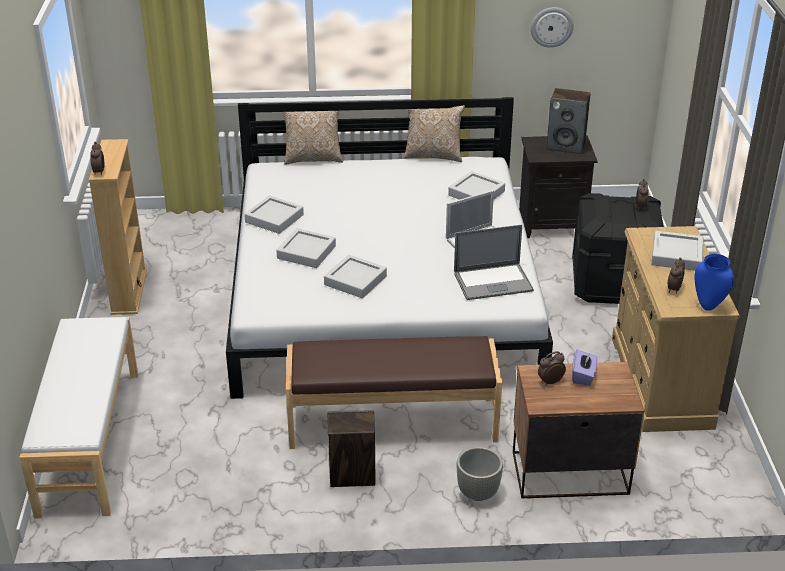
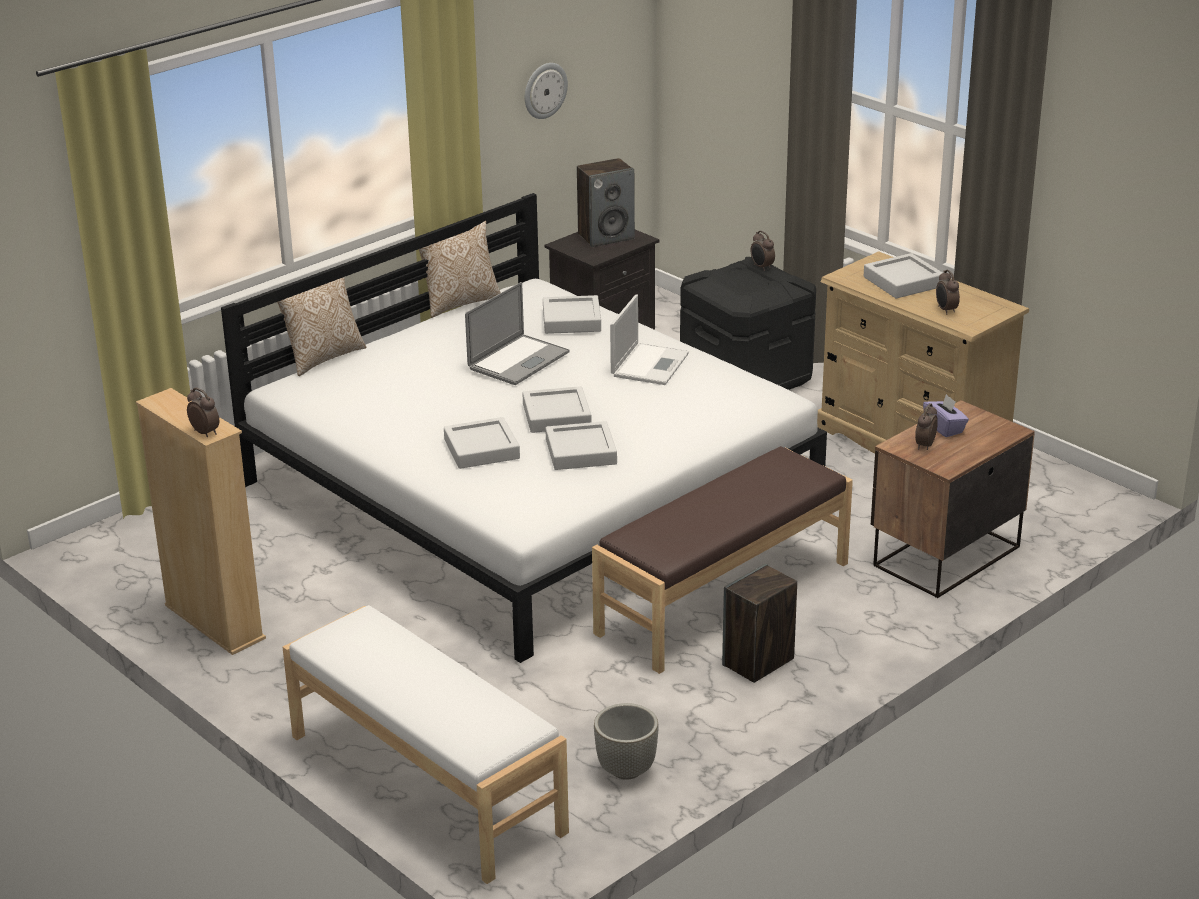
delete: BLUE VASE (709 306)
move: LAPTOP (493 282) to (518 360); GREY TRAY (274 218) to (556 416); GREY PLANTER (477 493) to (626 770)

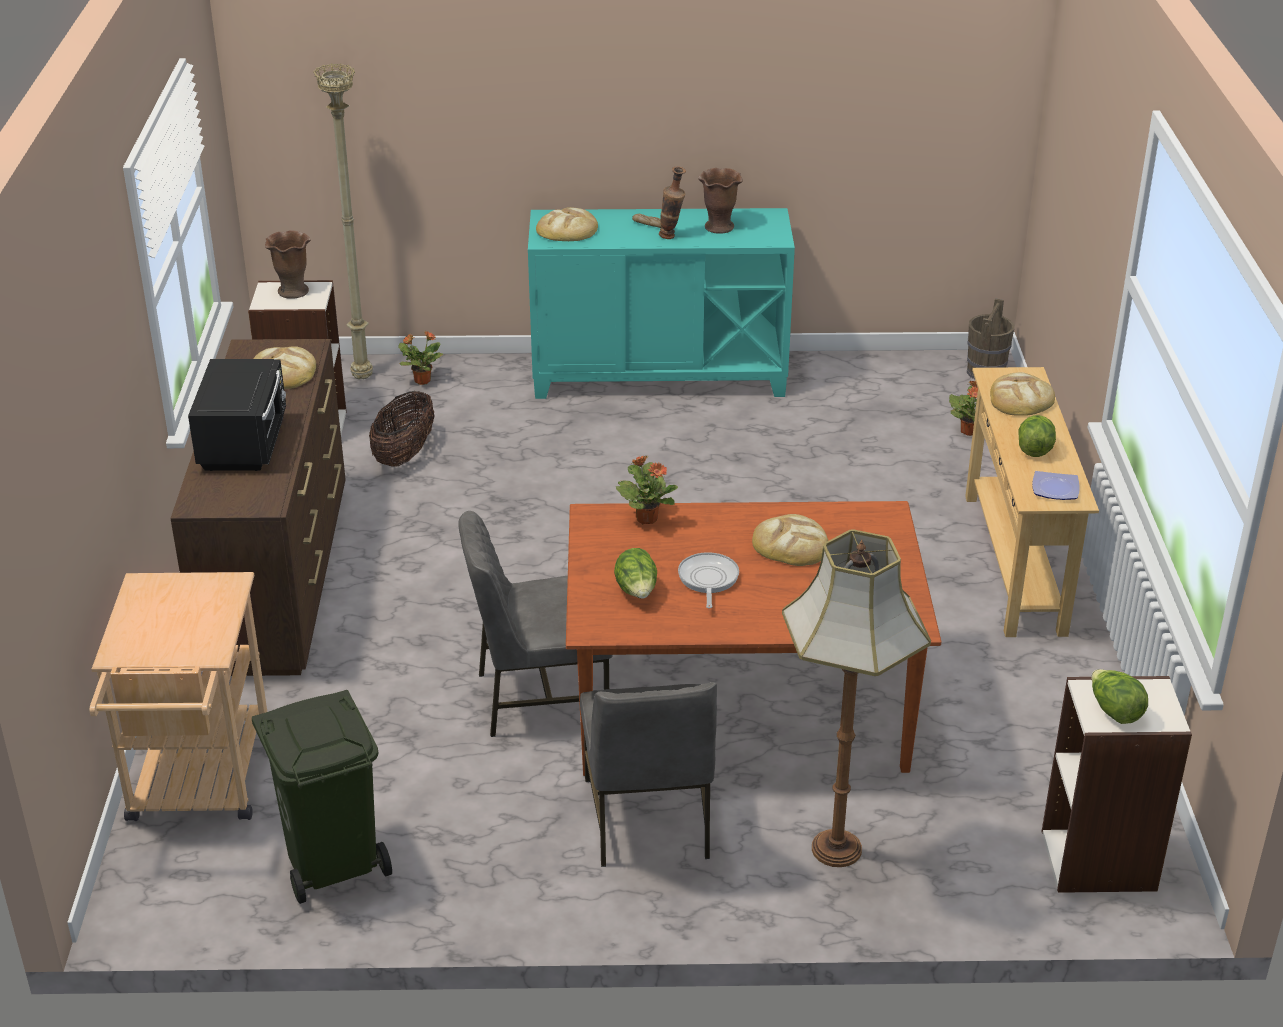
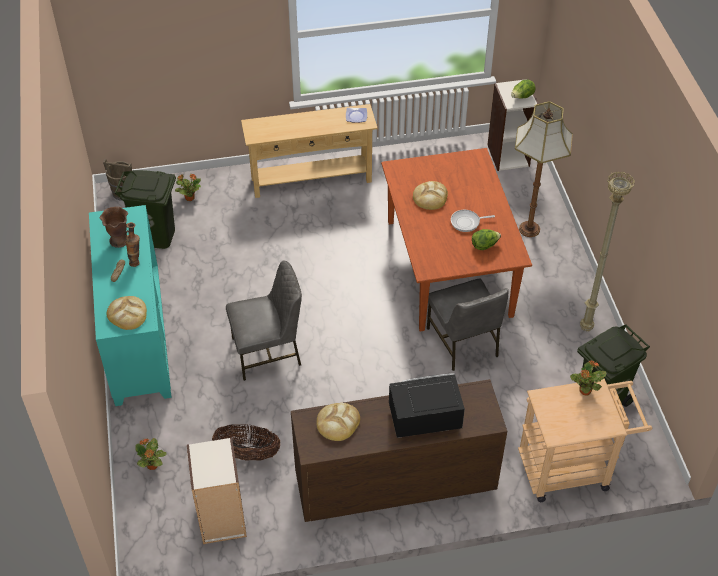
delete: BROWN VASE (293 291); BREAD (1020 399); LETTUCE (1034 449)
insert: GREEN TRASH CAN (155 236)
move: GREY CHAIR (648 819) to (268 352); POTTED PLANT (646 518) to (584 391); BEIGE FLOOR LAMP (364 378) to (585 327)

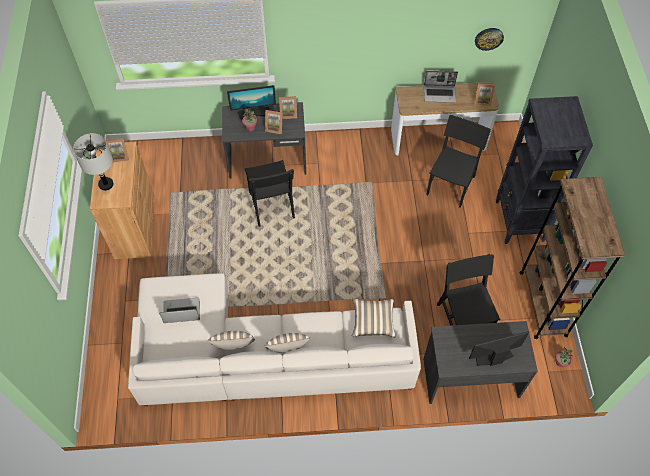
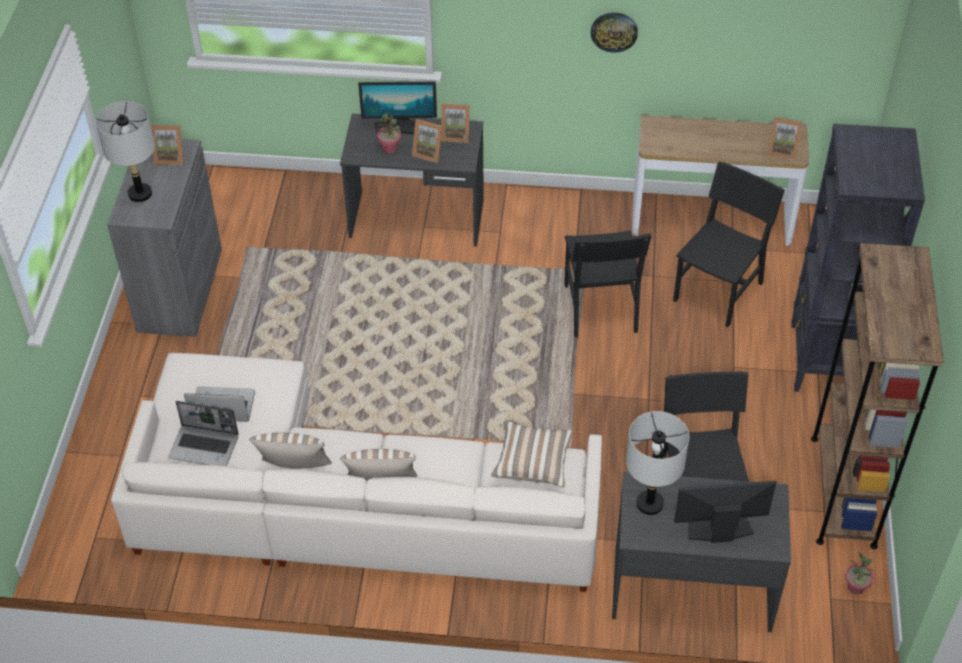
insert: GREY TABLE LAMP (649 504)
move: LAPTOP (440 94) to (205 446); BLACK CHAIR (271 205) to (600 308); WALL CLOCK (489 38) to (614 31)
recolor: BROWN CABINET (135 227) to GREY CABINET (180 290)

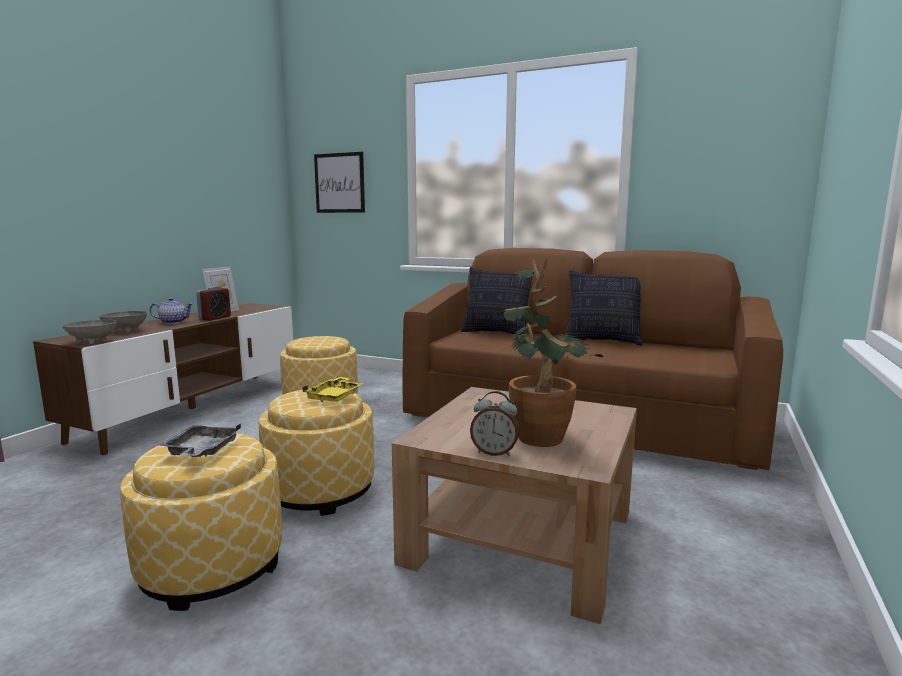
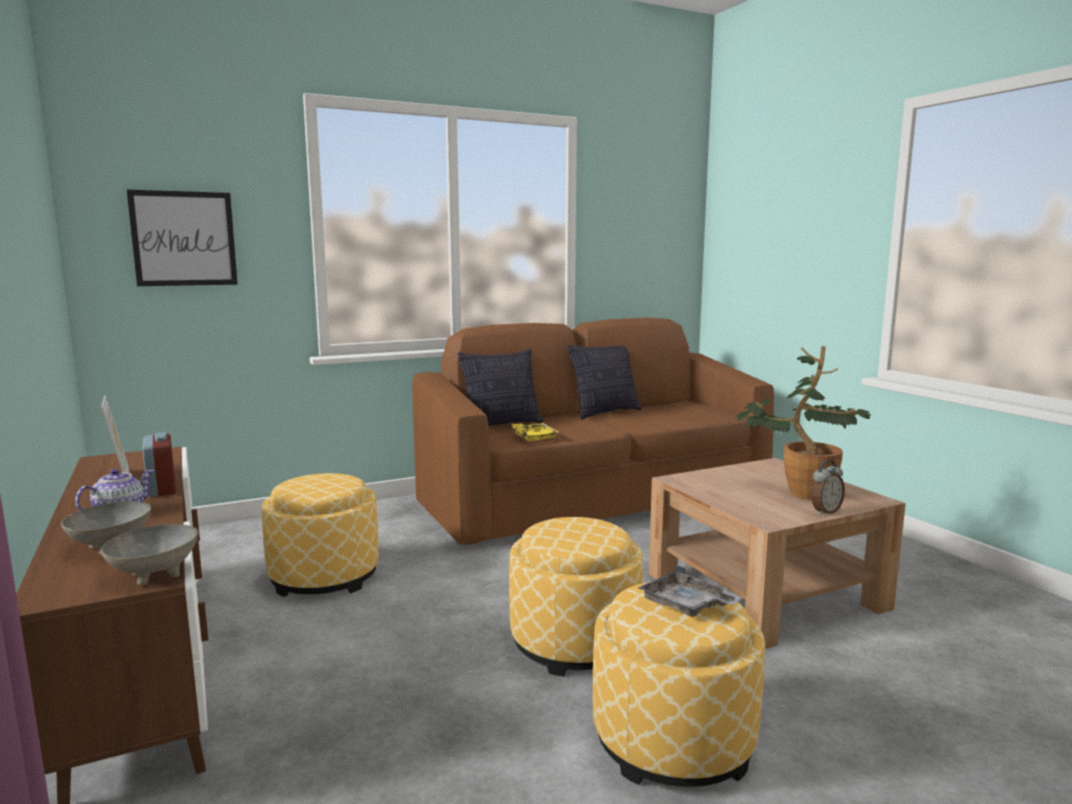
move: YELLOW TRAY (335 397) to (533 438)

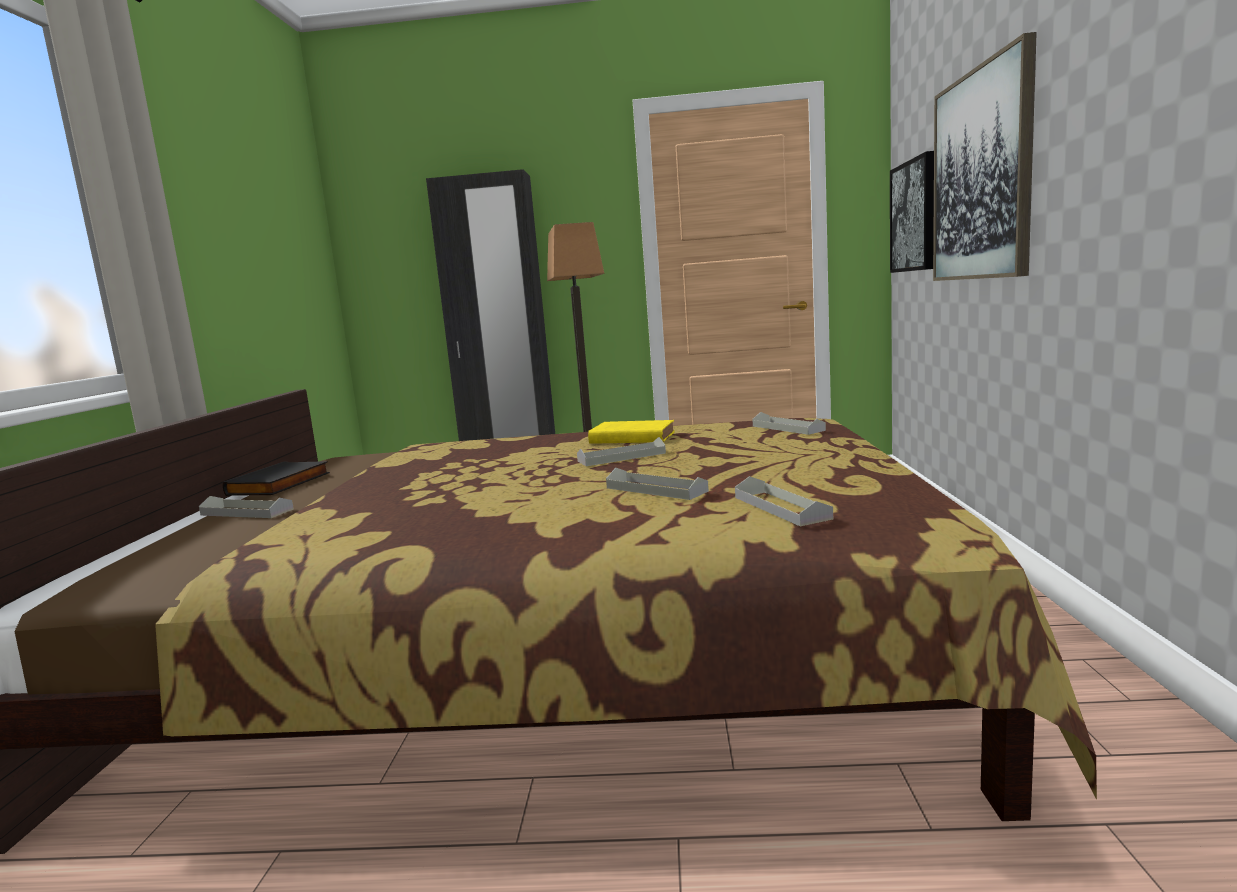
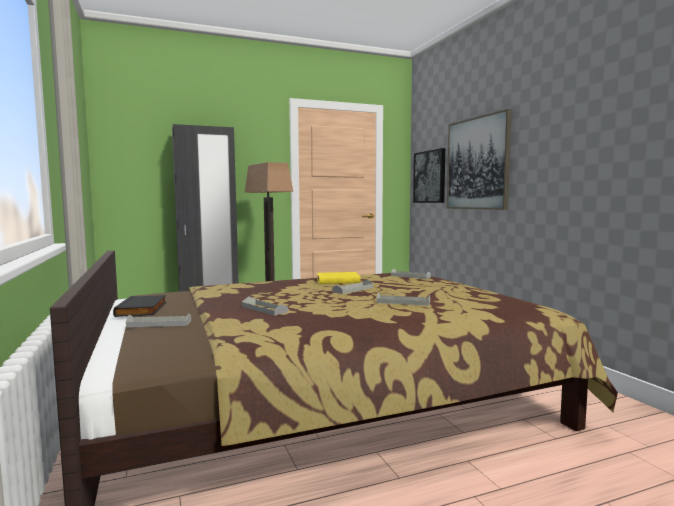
move: GREY TRAY (781 507) to (264 309)

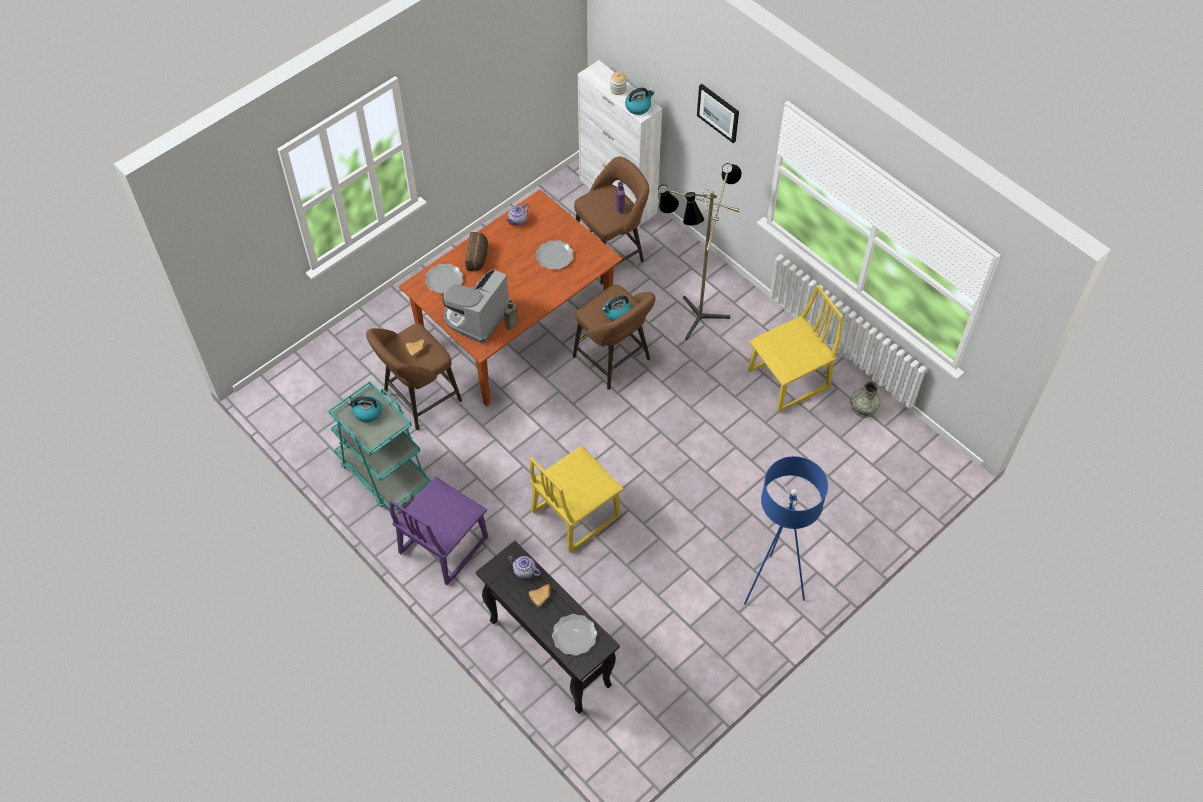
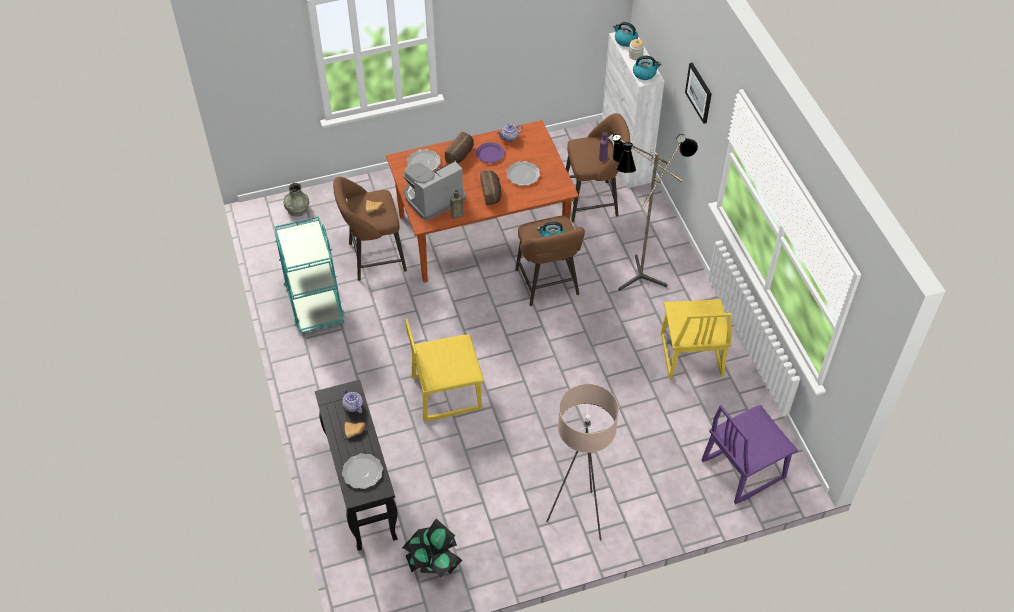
insert: POTTED PLANT (433 561); PURPLE PLATE (490 154); BREAD (491 192)
move: GREY VASE (863 407) to (297 208); KETTLE (367 412) to (625 40); PURPLE CHAIR (443 545) to (742 468)
recolor: BLUE FLOOR LAMP (772 586) to BEIGE FLOOR LAMP (579 517)
rotate: YELLOW CHAIR (789 380) = (690 355) 90 degrees clockwise

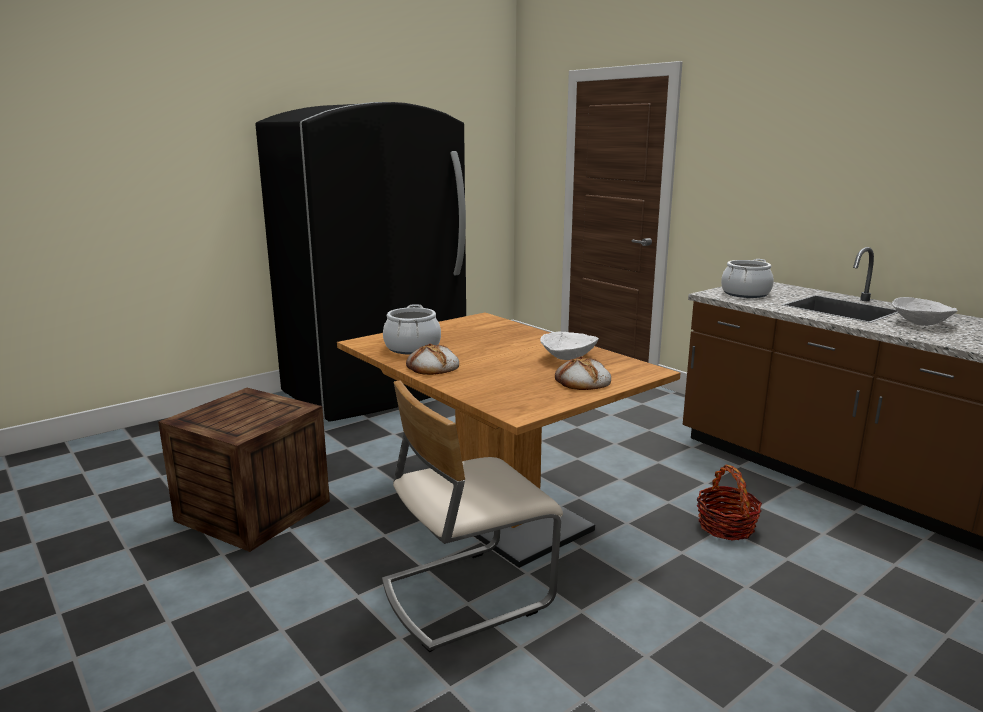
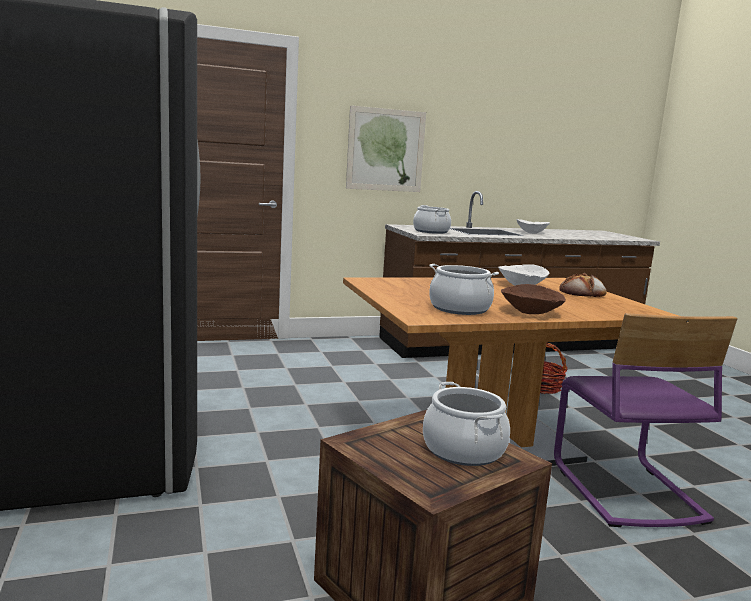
insert: PICTURE (385 150); COOKING POT (464 450)
replace: BREAD (432 367) to BROWN BOWL (530 312)
recolor: BEIGE CHAIR (465 593) to PURPLE CHAIR (625 491)

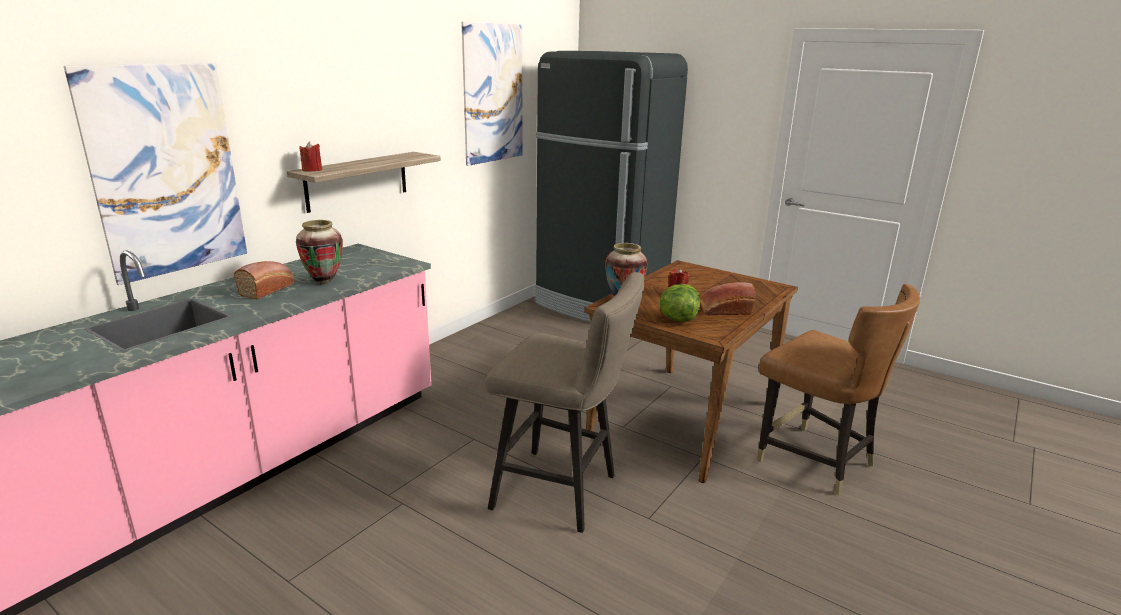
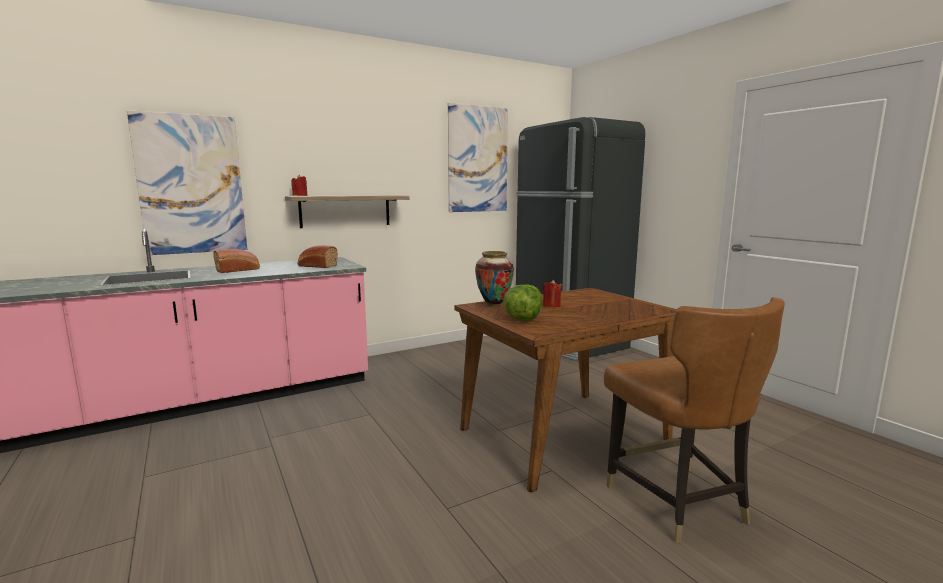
delete: VASE (324 281); BEIGE STOOL (563 493)
move: BREAD (723 311) to (316 266)

